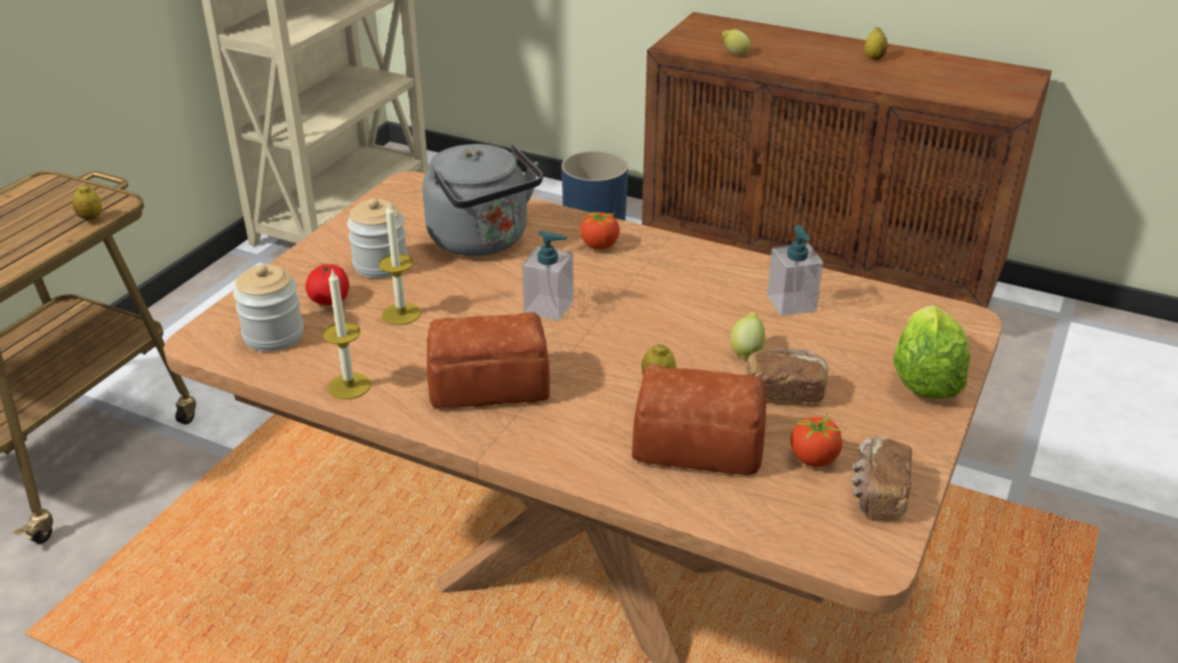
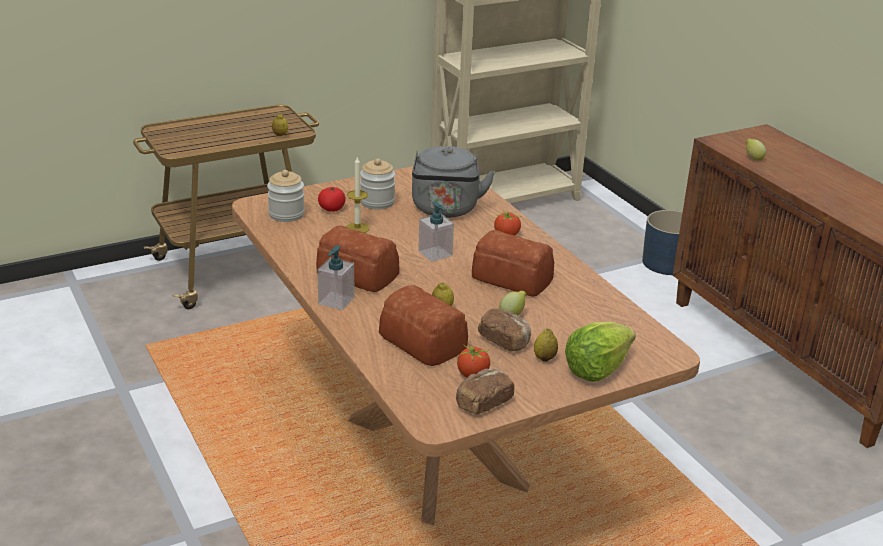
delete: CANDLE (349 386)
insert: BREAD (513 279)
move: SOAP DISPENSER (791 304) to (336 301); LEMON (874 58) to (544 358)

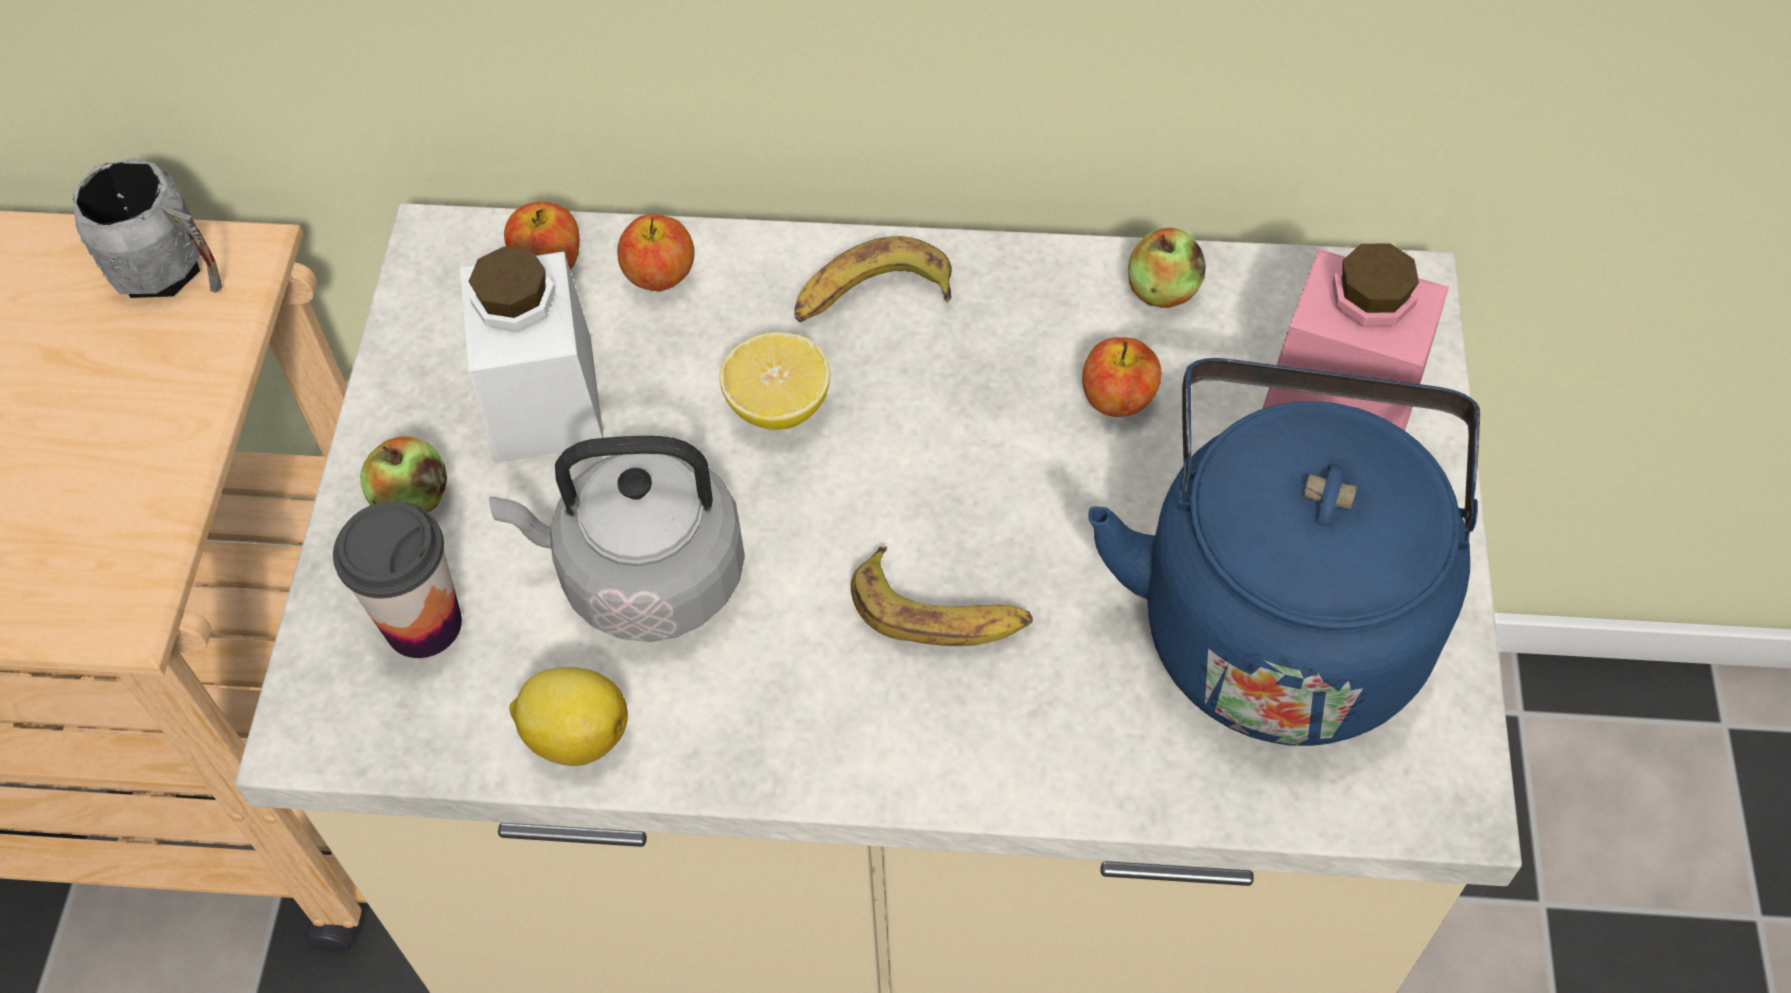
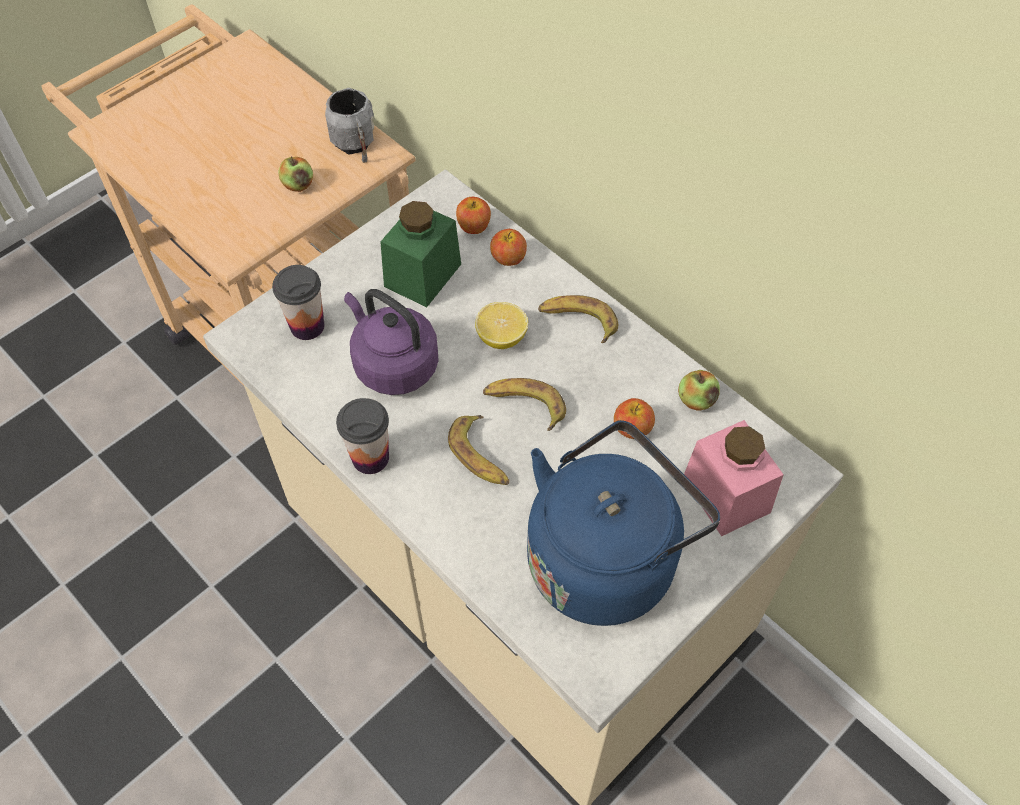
delete: LEMON (575 734)
insert: CUP (370 458); BANANA (524 405)
move: APPLE (412 499) to (298 185)
recolor: GREY KETTLE (643 576) to PURPLE KETTLE (393 364); WHITE JAR (543 398) to GREEN JAR (423 275)

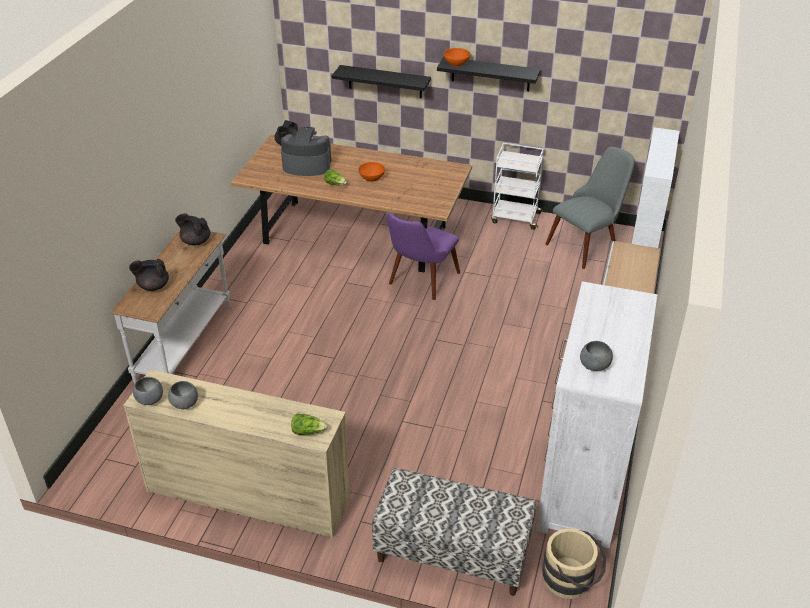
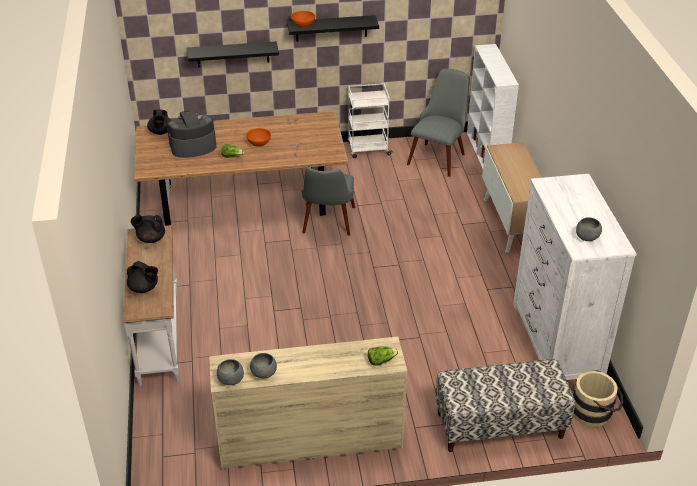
recolor: PURPLE CHAIR (419 283) to GREY CHAIR (327 225)
rotate: BLACK TEAPOT (153 286) = (144 288) 120 degrees counterclockwise

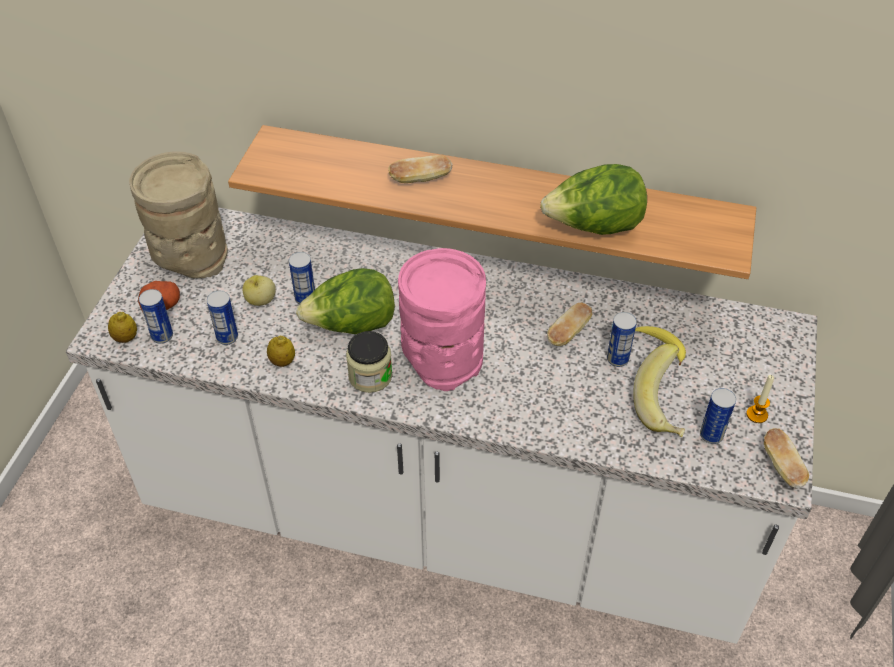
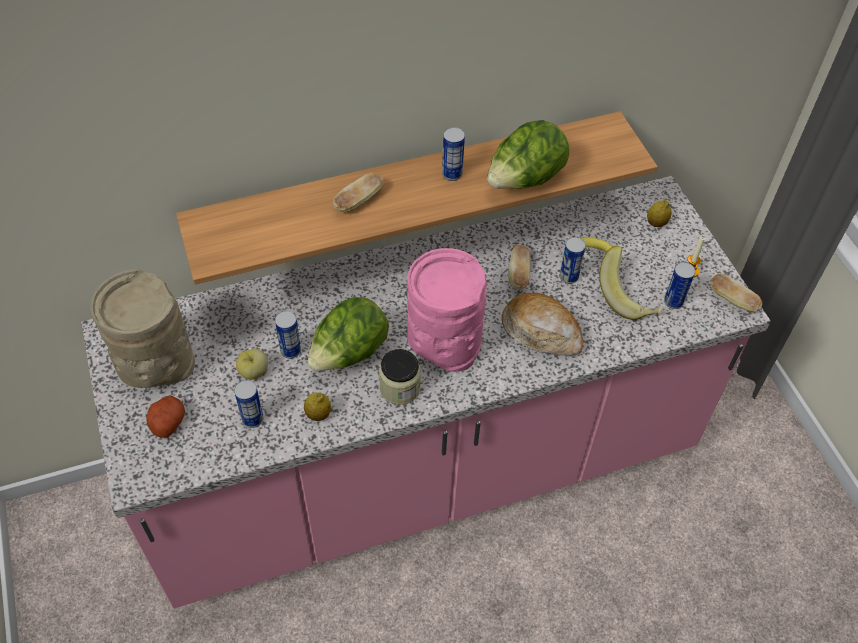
insert: BREAD (541 332)
move: CAN (162 336) to (452 174); LEMON (125 338) to (656 223)
recolor: WHITE COUNTER (447 515) to PINK COUNTER (424 469)

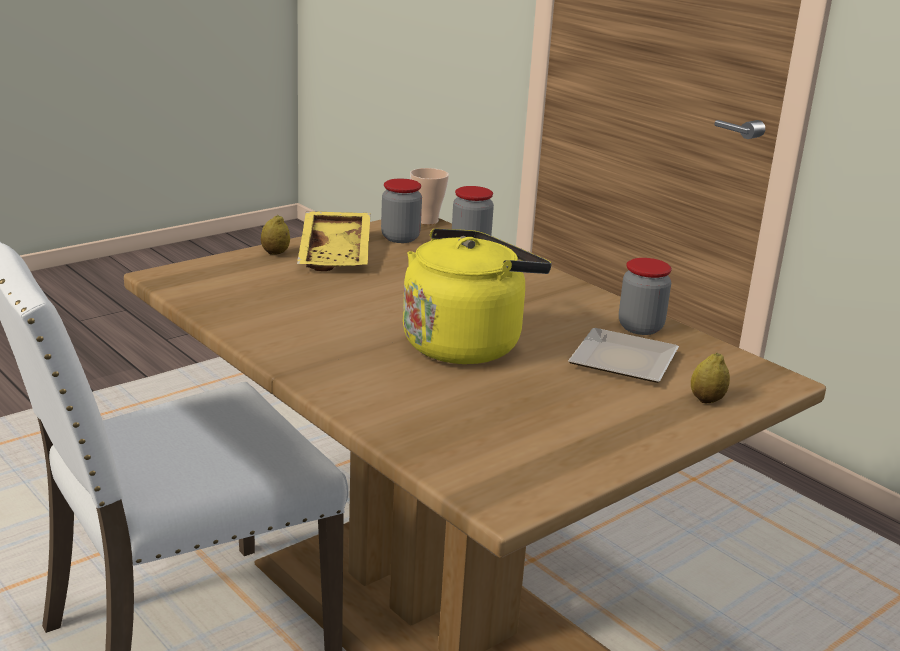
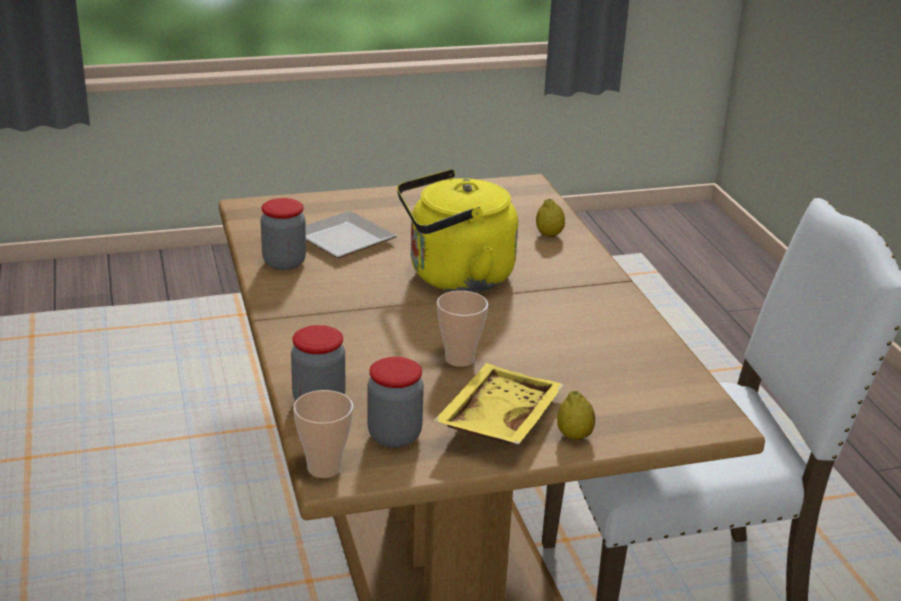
insert: CUP (459 359)
move: LEMON (706 400) to (549 235)

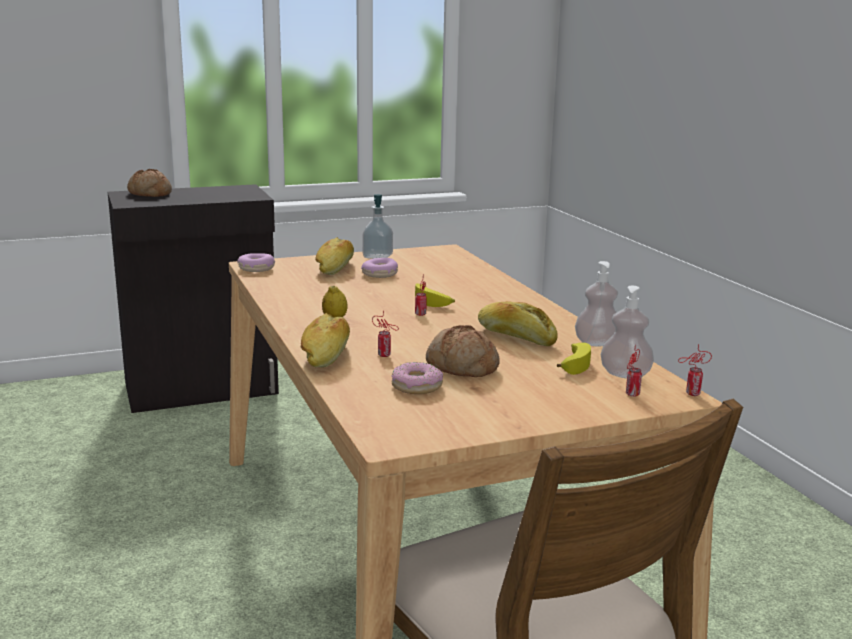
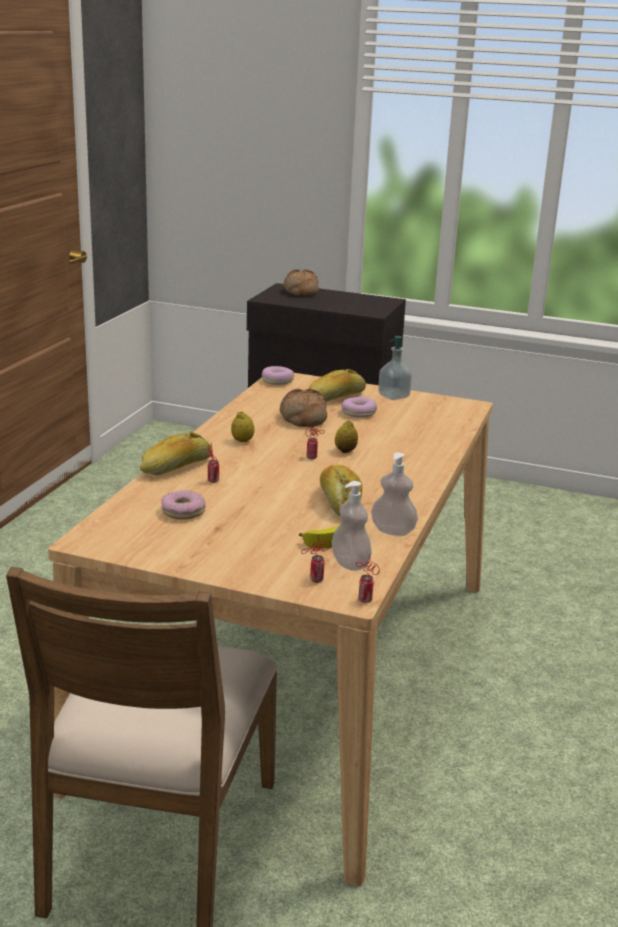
move: BREAD (461 367) to (302 418)
replace: BANANA (434 302) to LEMON (345 451)

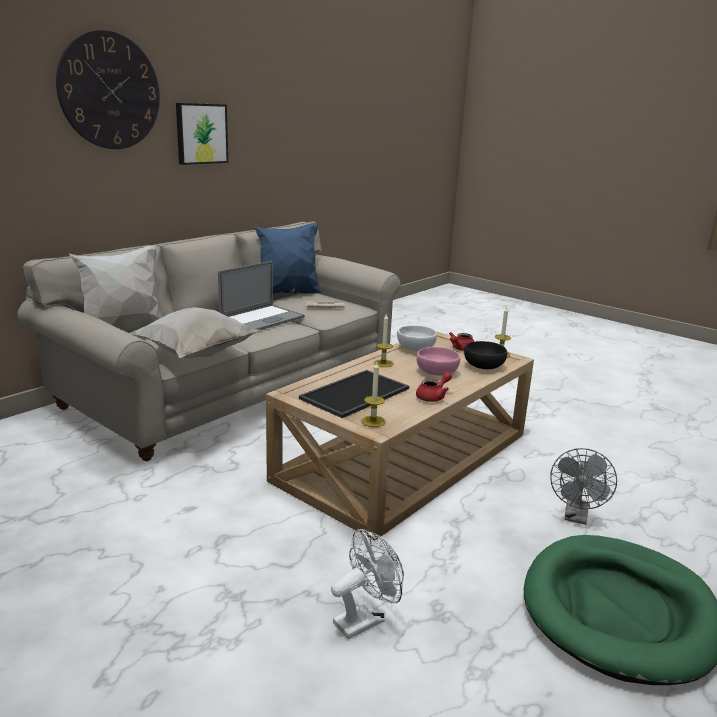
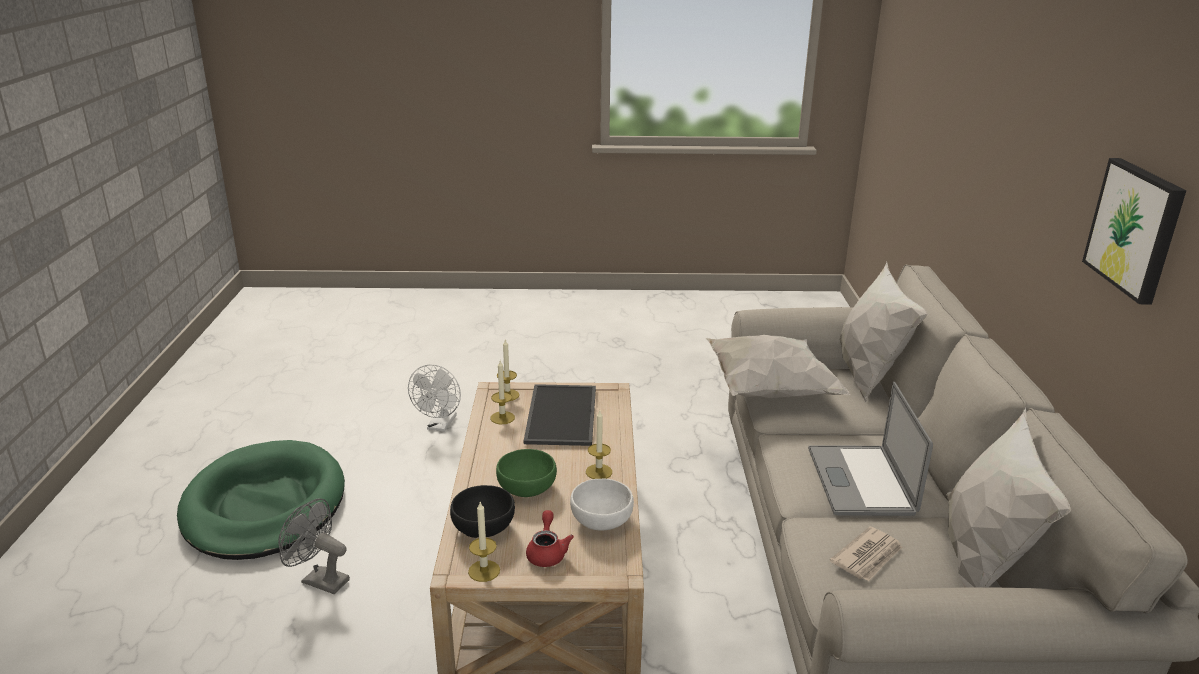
delete: WALL CLOCK (110 91); RED TEAPOT (433 397)
insert: CANDLE (502 418)
recolor: PINK BOWL (437 372) to GREEN BOWL (526 487); BLUE PILLOW (288 295) to WHITE PILLOW (981 564)
rotate: GREY FAN (576 517) = (319 580) 45 degrees counterclockwise

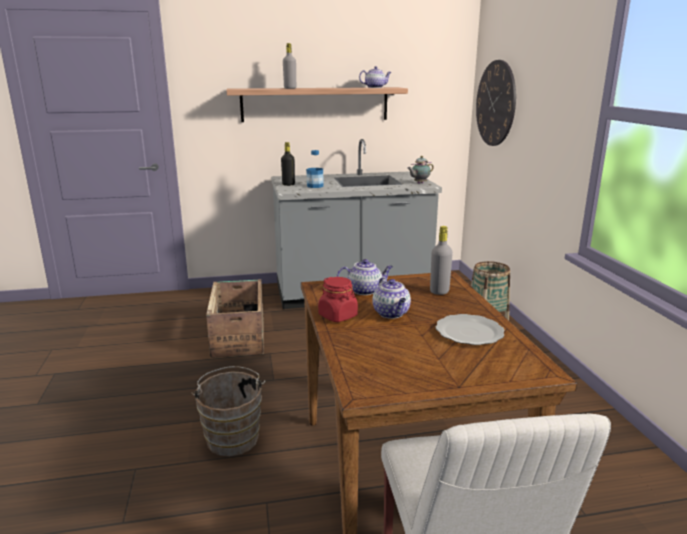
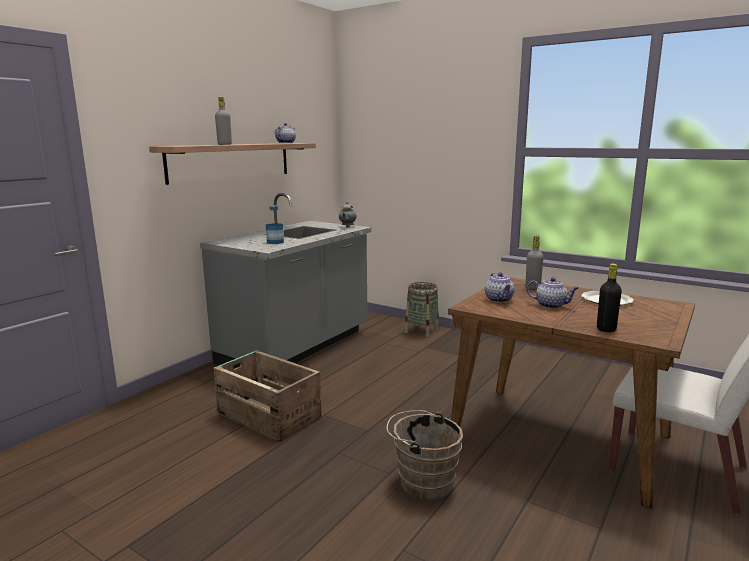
delete: RED JAR (338 316); WALL CLOCK (495 103)
move: BLACK BOTTLE (288 184) to (606 329)
rotate: TEAPOT (365 290) = (499 300) 135 degrees clockwise

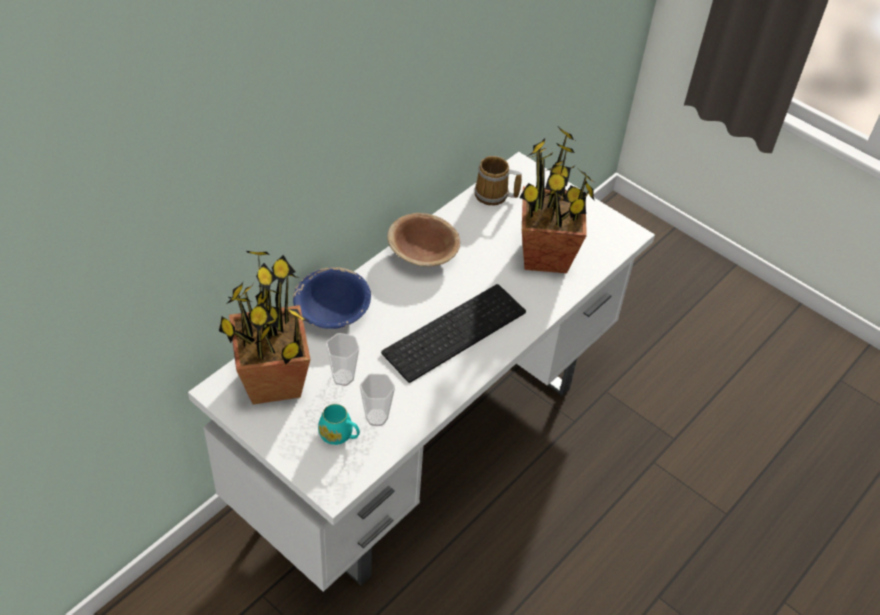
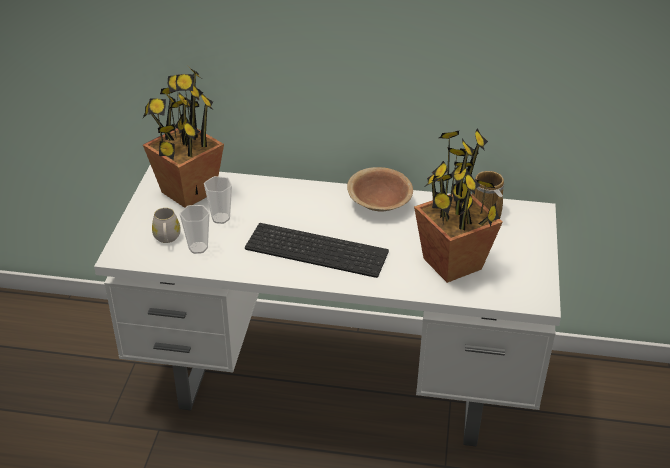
delete: BLUE BOWL (332 311)
recolor: TURQUOISE MUG (339 436) to WHITE MUG (167 239)

